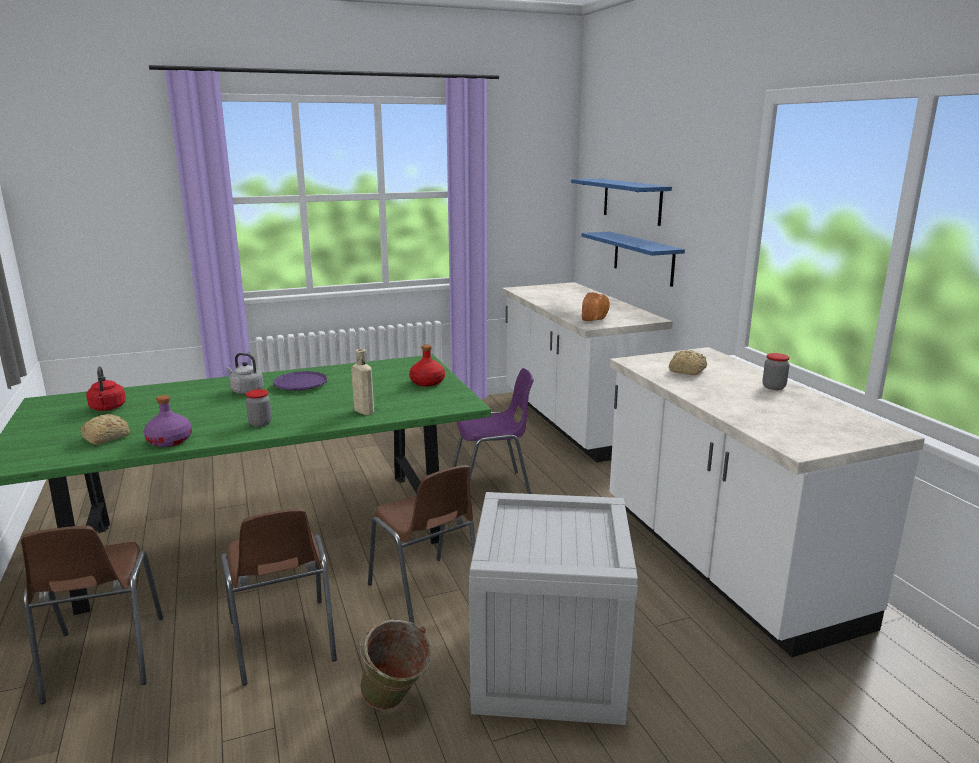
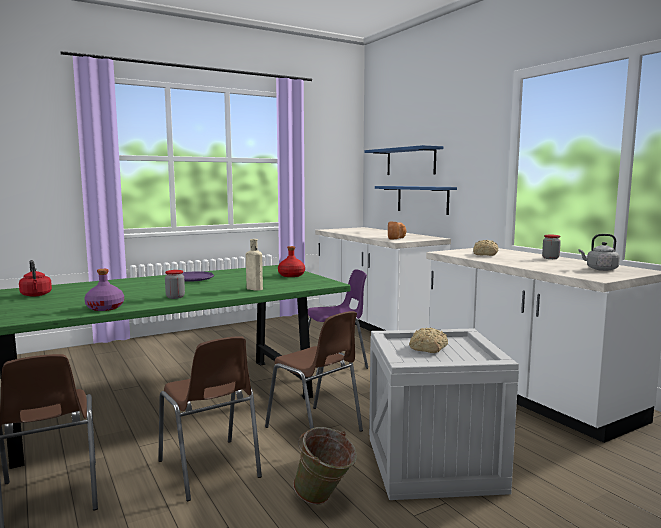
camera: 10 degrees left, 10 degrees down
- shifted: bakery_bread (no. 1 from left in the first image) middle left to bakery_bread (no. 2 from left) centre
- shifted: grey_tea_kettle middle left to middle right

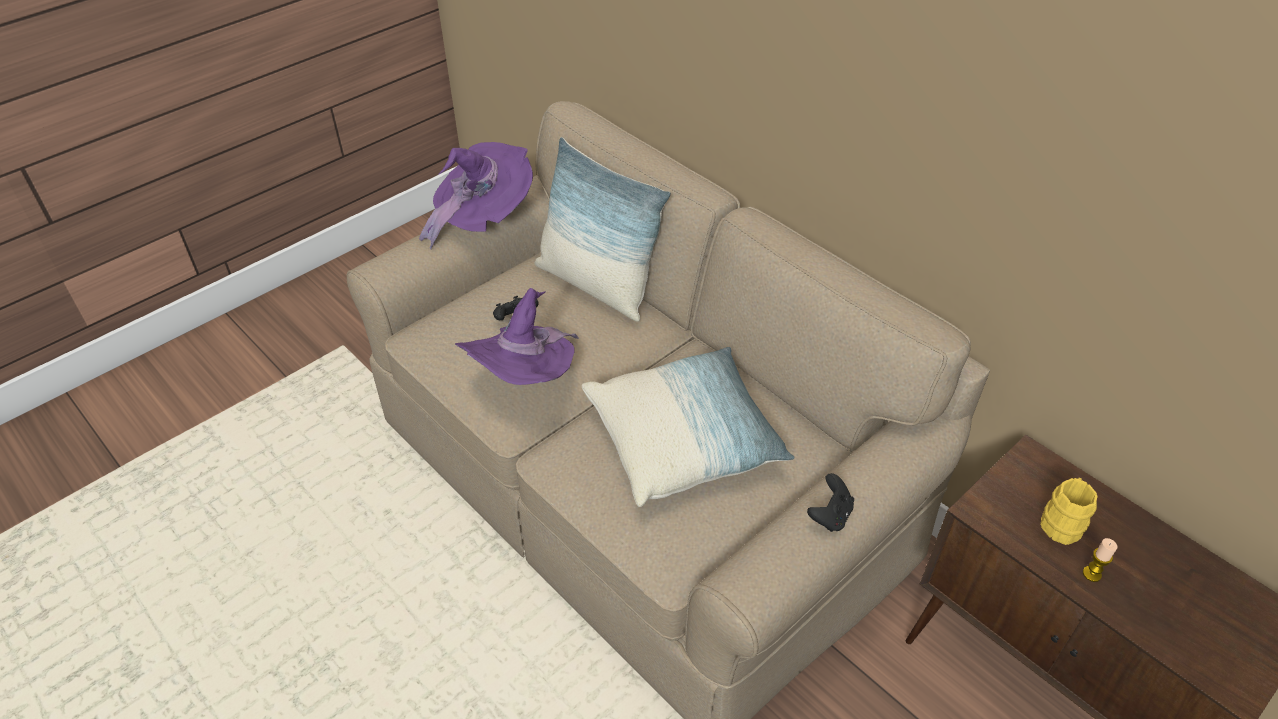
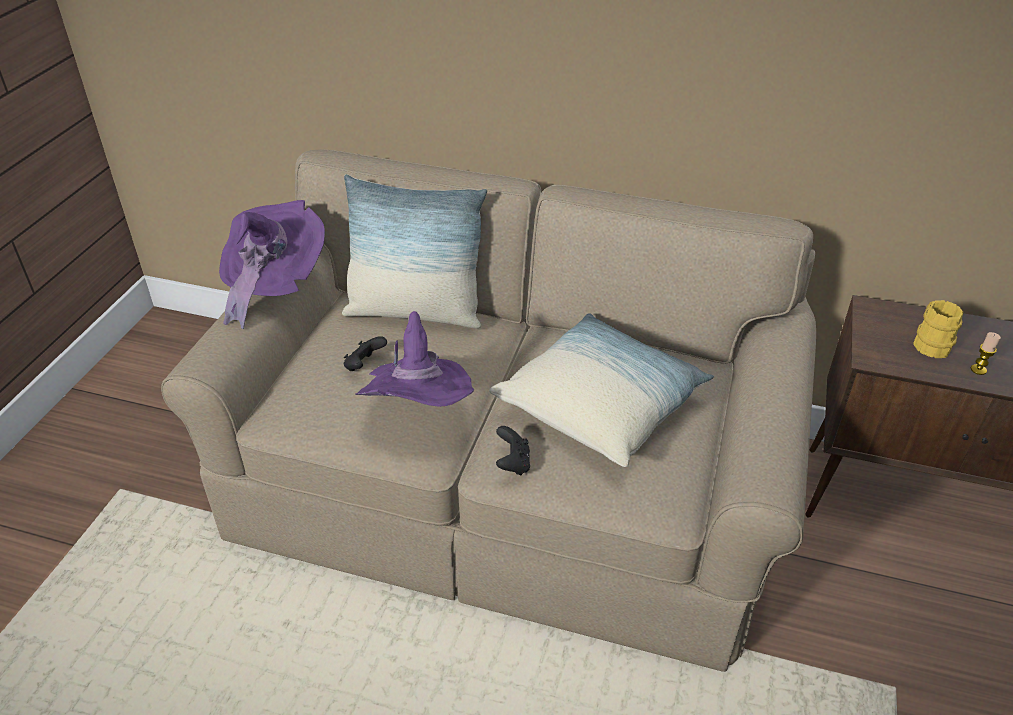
camera: 30 degrees left, 5 degrees down
- shifted: black-coloured_gamepad (no. 2 from left) bottom centre to centre

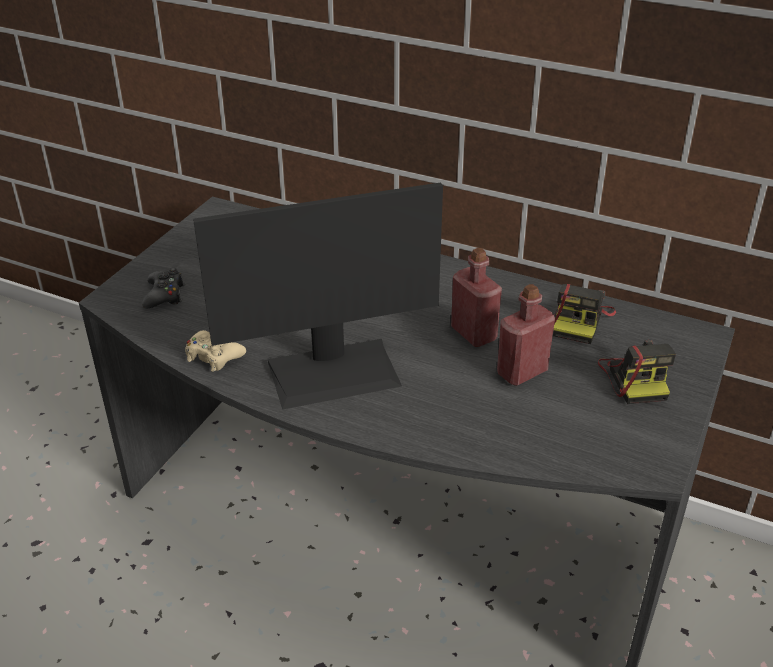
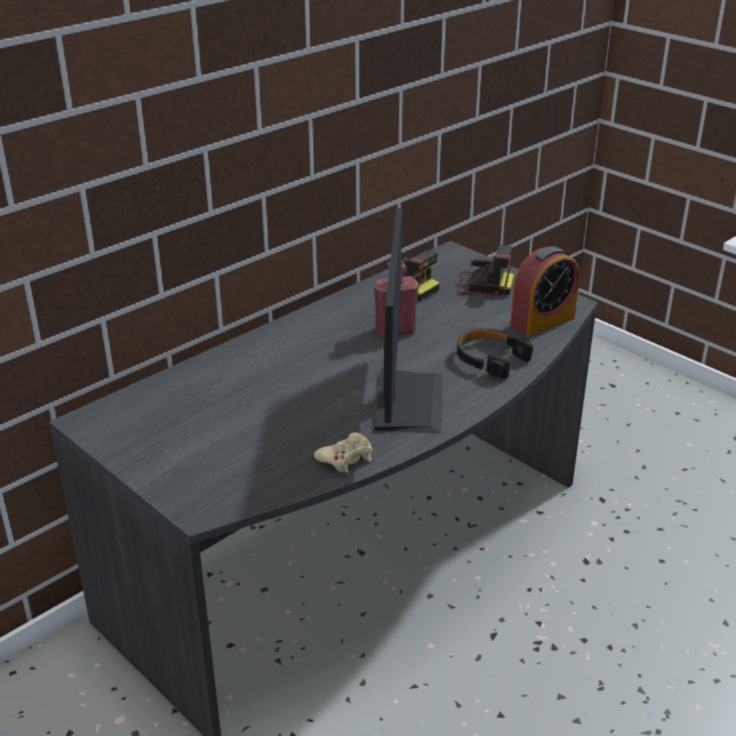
camera: 70 degrees left, 5 degrees down
- gone: black-coloured_gamepad middle left
- gone: red_drink_bottle (no. 2 from left) middle right
- new: black-coloured_pair_of_headphones middle right
- new: table_clock middle right

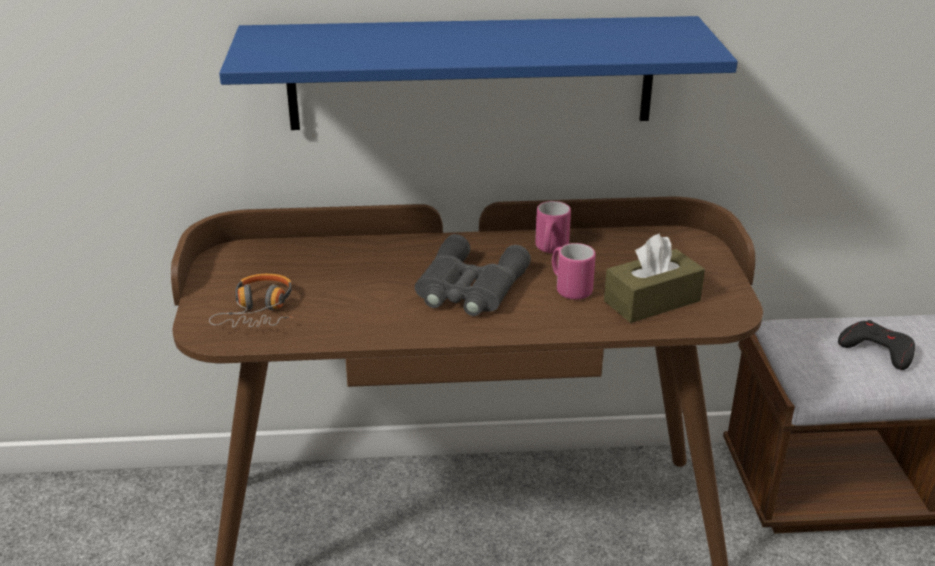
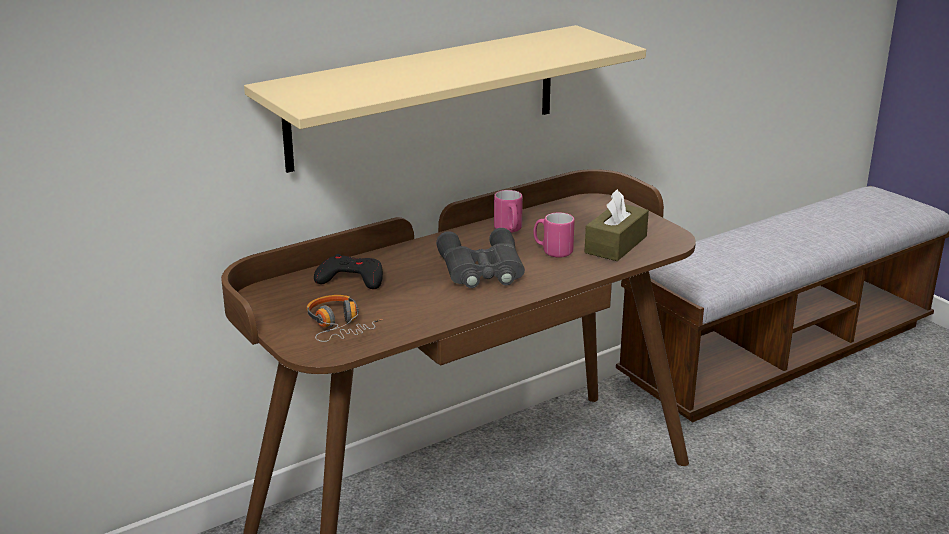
camera: 30 degrees left, 5 degrees down
- repainted: blue_shelf top centre to sand-coloured_shelf top centre
- shifted: black-coloured_gamepad middle right to centre

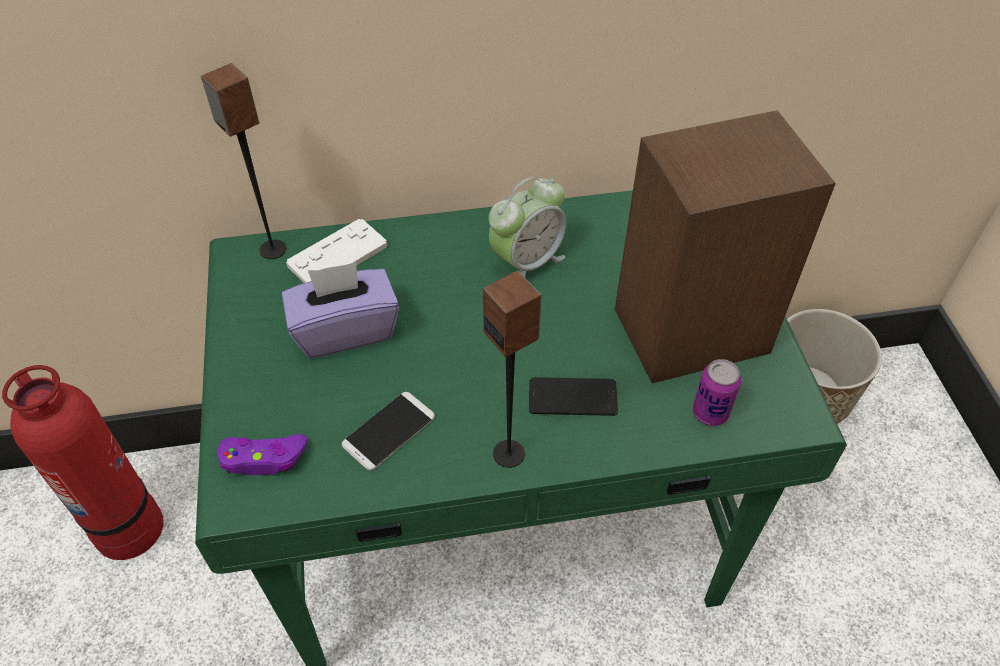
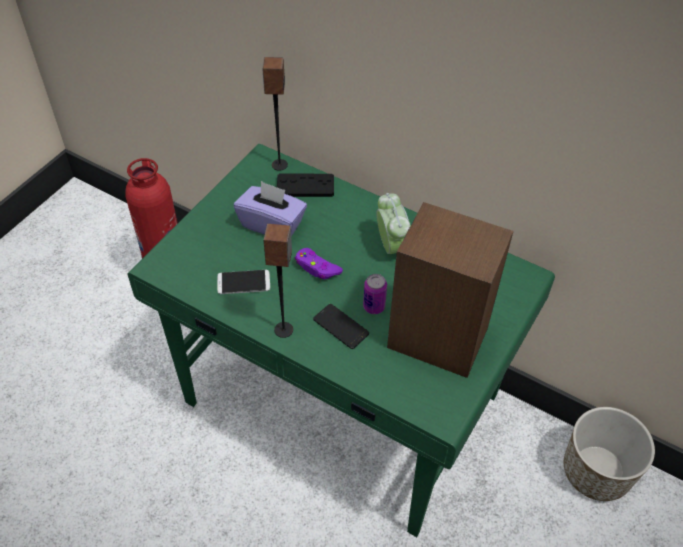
camera: 40 degrees right, 0 degrees up
- shifted: purplish_gamepad bottom left to centre
- repainted: white-coloured_gamepad centre to black-coloured_gamepad centre
- rotated: table_clock centre = centre 105 degrees counterclockwise
- shifted: can middle right to centre

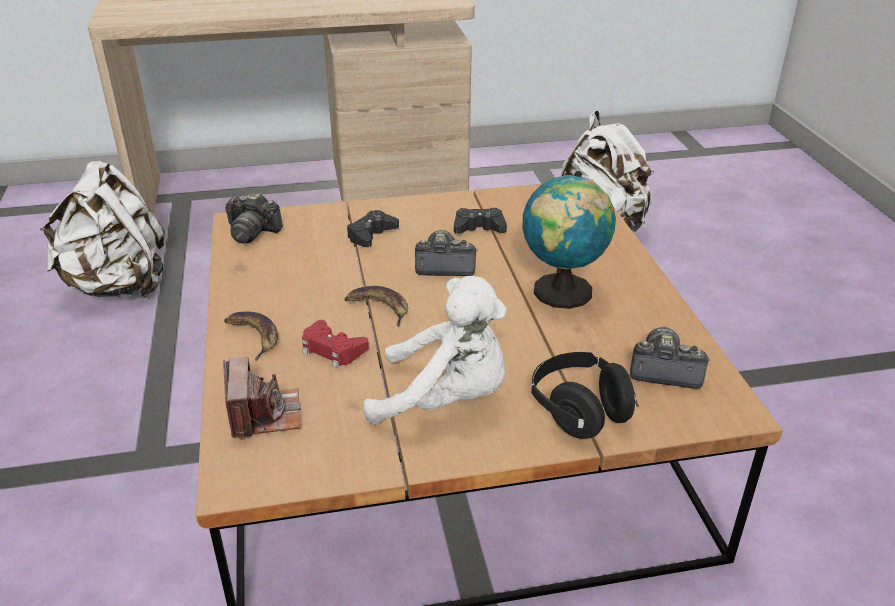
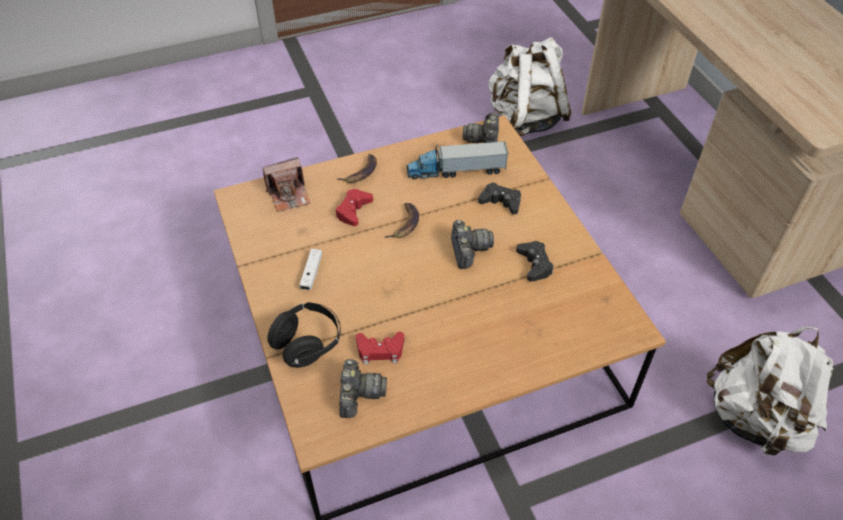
camera: 80 degrees right, 15 degrees up
- swapped: white-coloured_plush_toy centre to white-coloured_gamepad centre
- gone: desk_globe centre
- new: red_gamepad (no. 2 from left) bottom centre
- new: toy_truck top centre

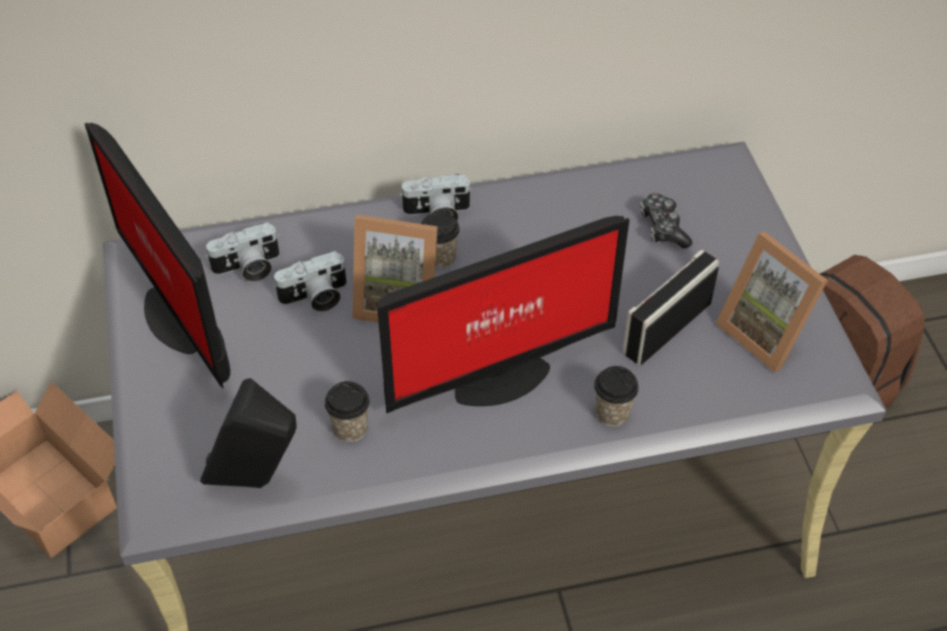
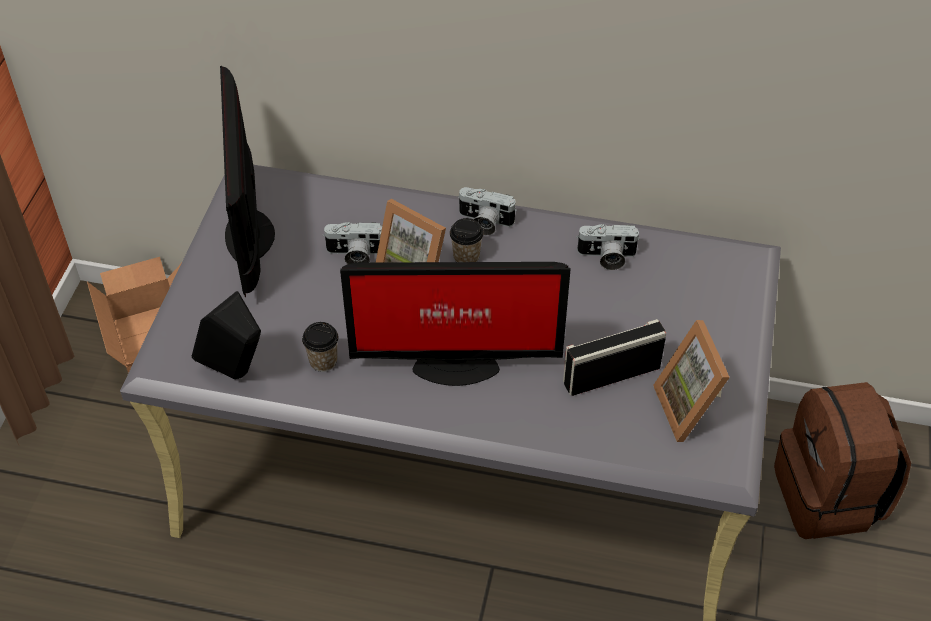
camera: 25 degrees right, 0 degrees up
- shifted: still_camera (no. 1 from left in the first image) middle left to still_camera (no. 3 from left) centre
- gone: small_cup (no. 3 from left) centre
- gone: gamepad middle right

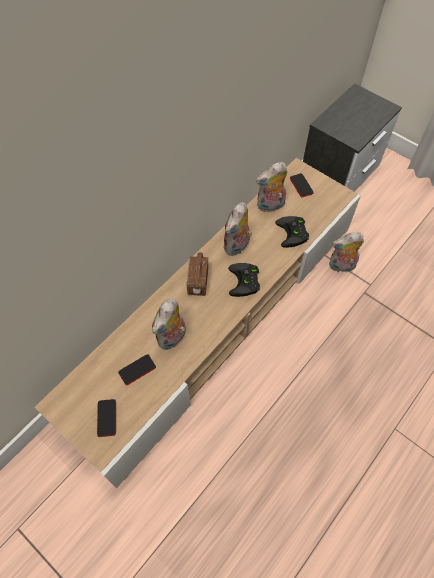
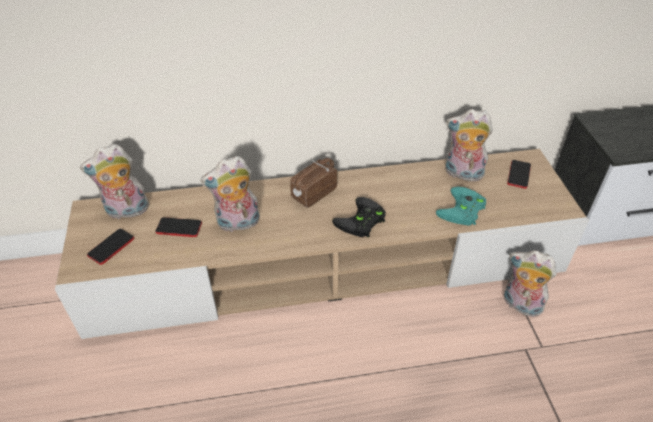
camera: 40 degrees right, 15 degrees down
- shifted: plush_toy (no. 2 from left in the first image) centre to plush_toy (no. 1 from left) middle left
- repainted: black-coloured_gamepad (no. 2 from left) middle right to blue-green_gamepad middle right

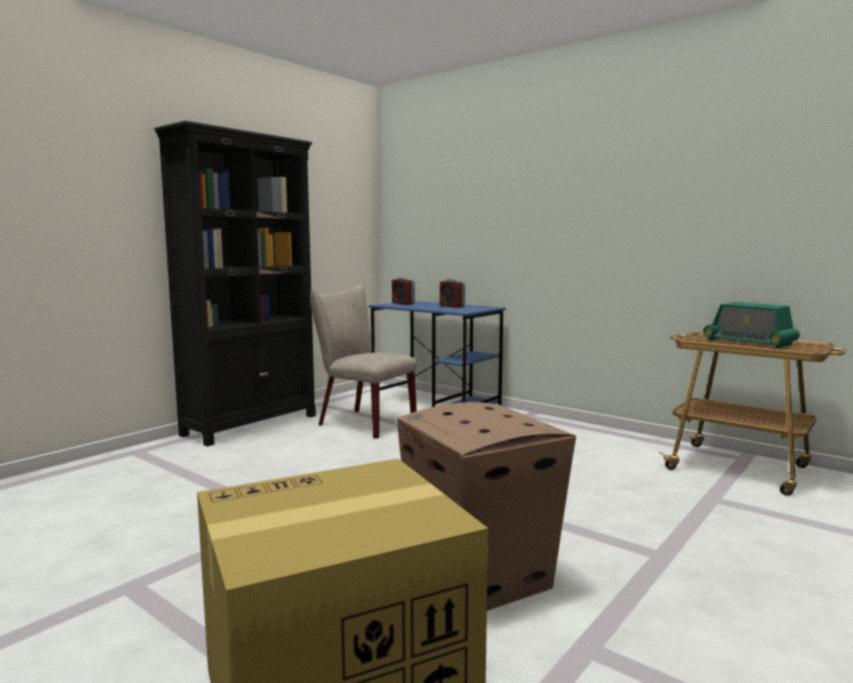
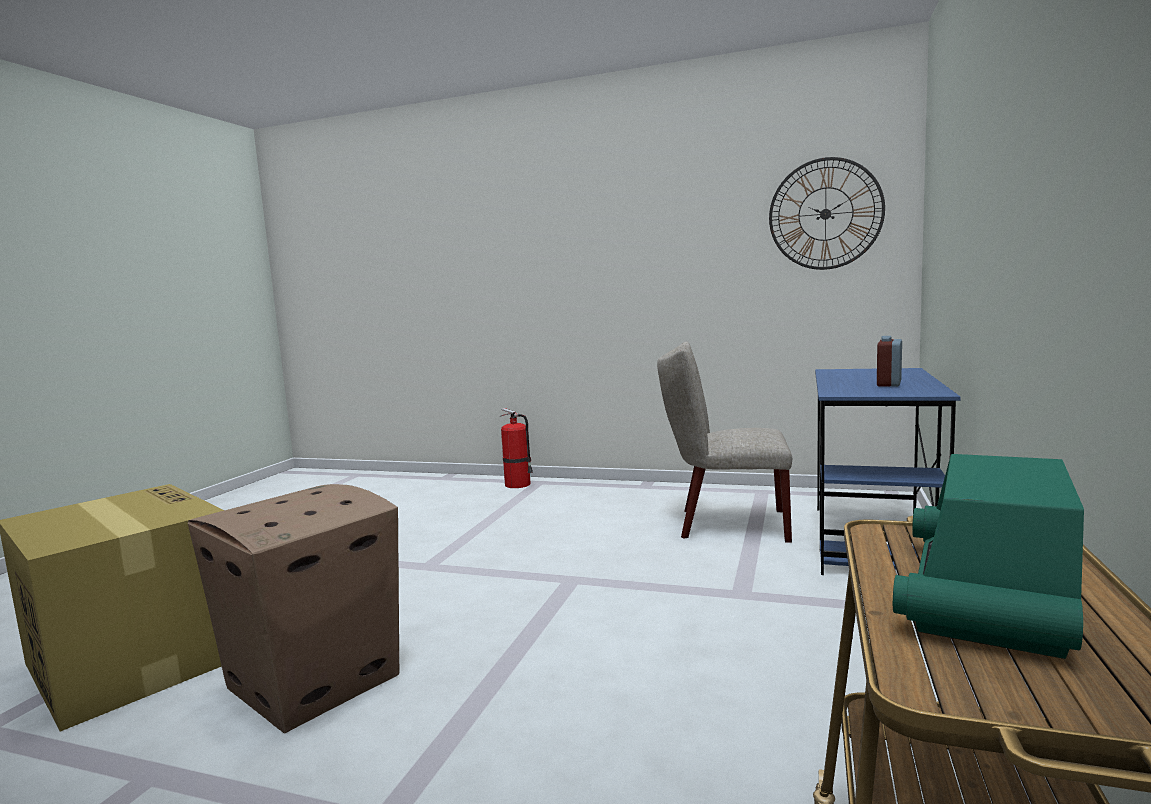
camera: 70 degrees right, 0 degrees up
- gone: black-coloured_bookcase middle left
- rotated: sand-coloured_upright_chair centre = centre 90 degrees counterclockwise
- gone: table_clock (no. 1 from left) centre
- new: extinguisher centre
- new: hanging_clock top right

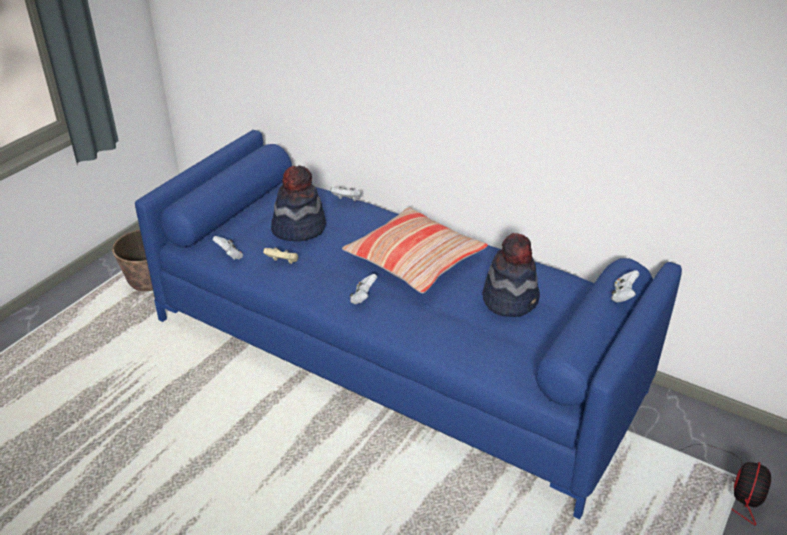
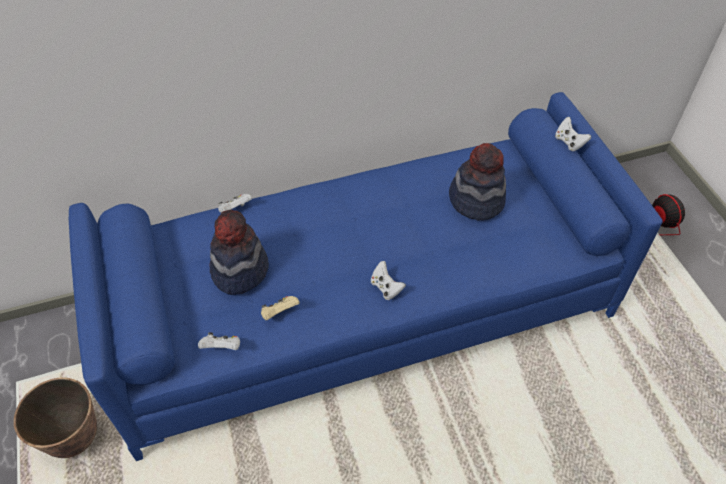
camera: 50 degrees left, 15 degrees up
- gone: cushion centre

